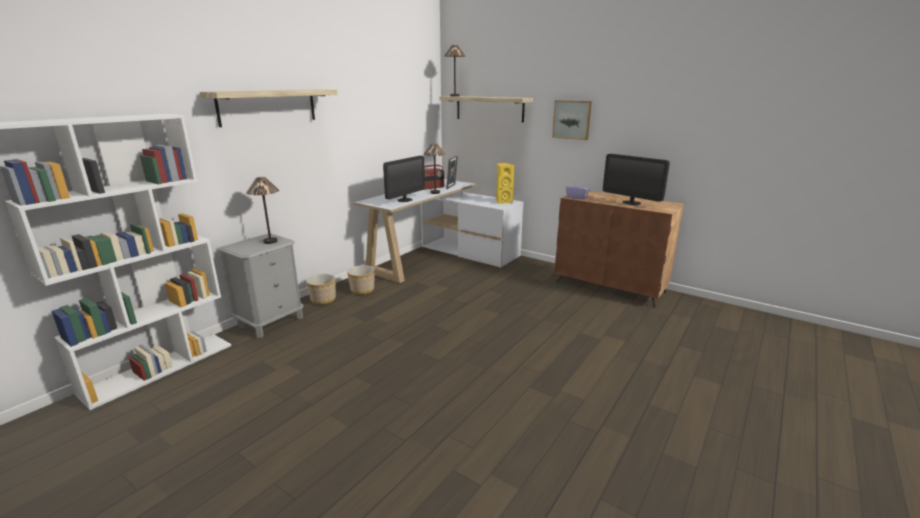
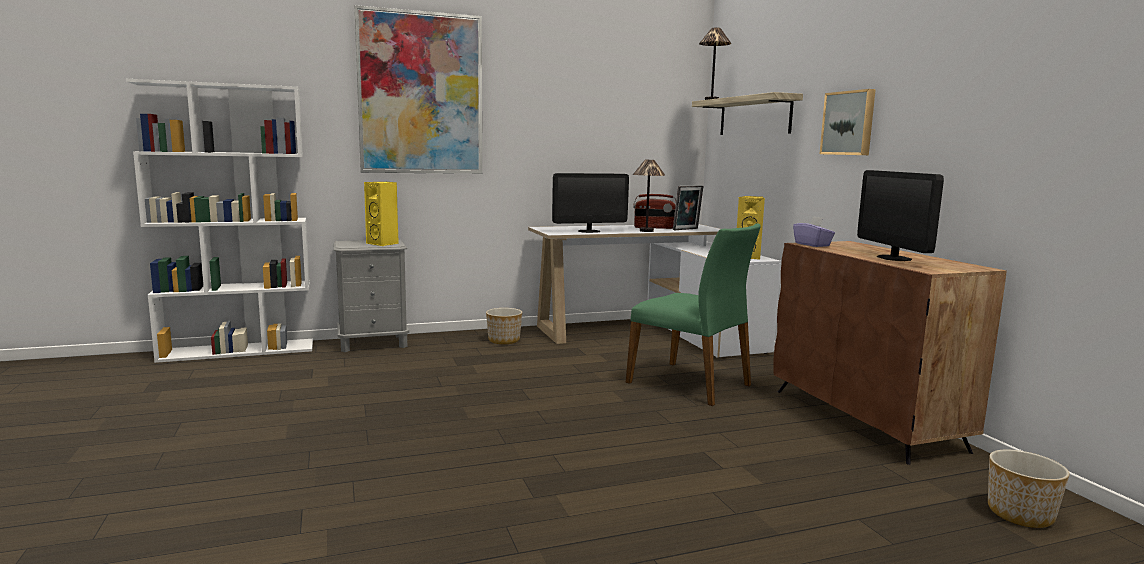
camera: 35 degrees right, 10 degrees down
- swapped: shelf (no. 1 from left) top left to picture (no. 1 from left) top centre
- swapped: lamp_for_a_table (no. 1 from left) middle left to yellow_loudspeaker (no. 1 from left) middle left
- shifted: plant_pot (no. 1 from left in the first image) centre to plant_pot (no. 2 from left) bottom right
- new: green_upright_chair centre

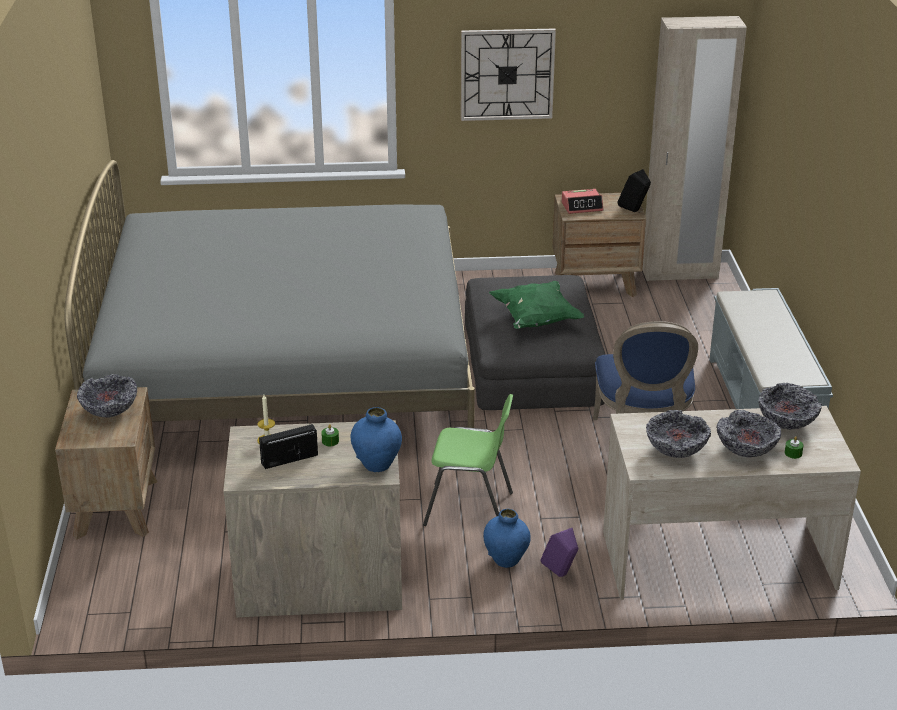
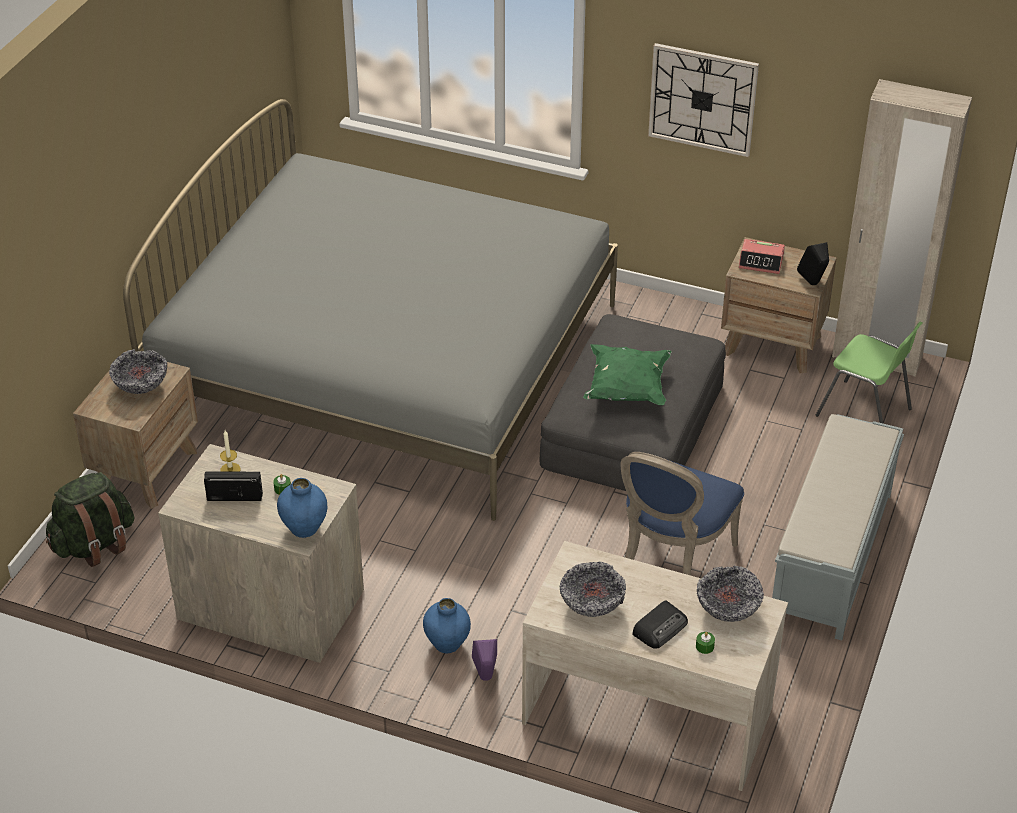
camera: 25 degrees right, 10 degrees up
- shifted: green_upright_chair centre to middle right
- swapped: deep_dish (no. 3 from left) middle right to radio_set (no. 2 from left) bottom centre
- new: green_rucksack middle left

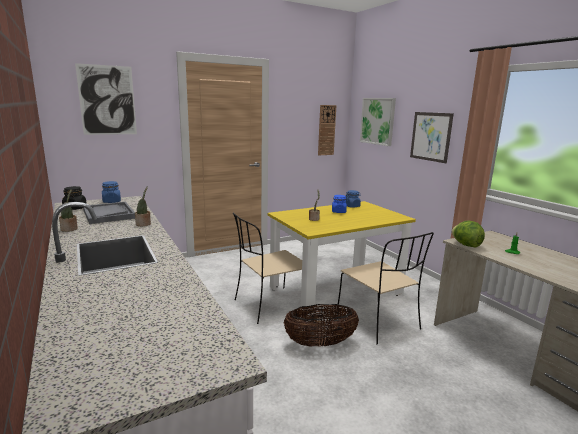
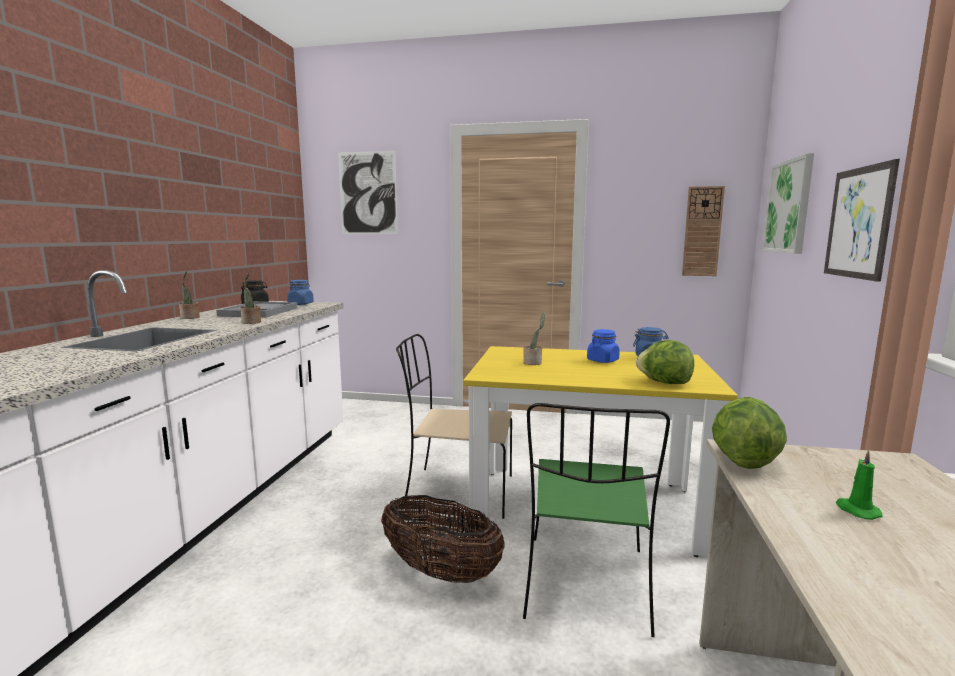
camera: 40 degrees right, 5 degrees down
- repainted: sand-coloured_upright_chair (no. 2 from left) centre to green_upright_chair bottom centre
- new: lettuce_head (no. 1 from left) middle right

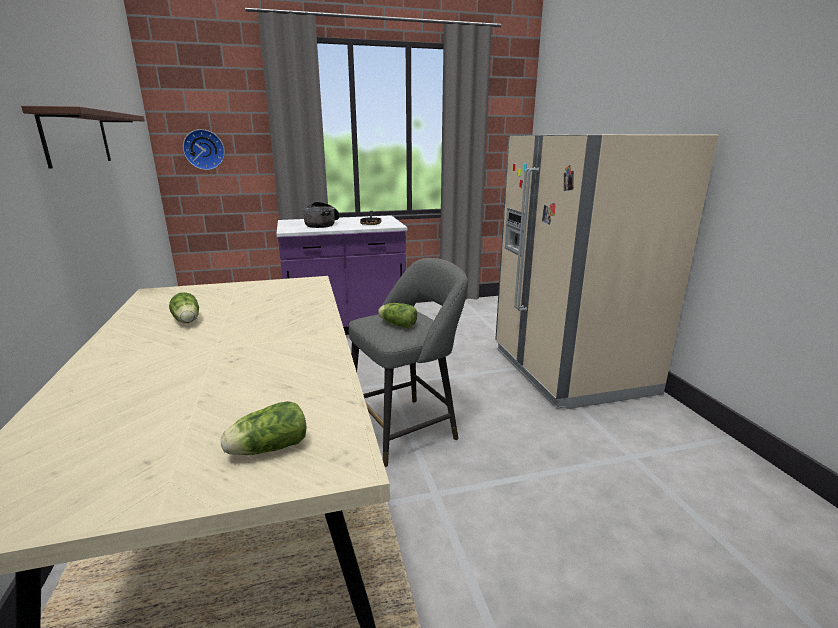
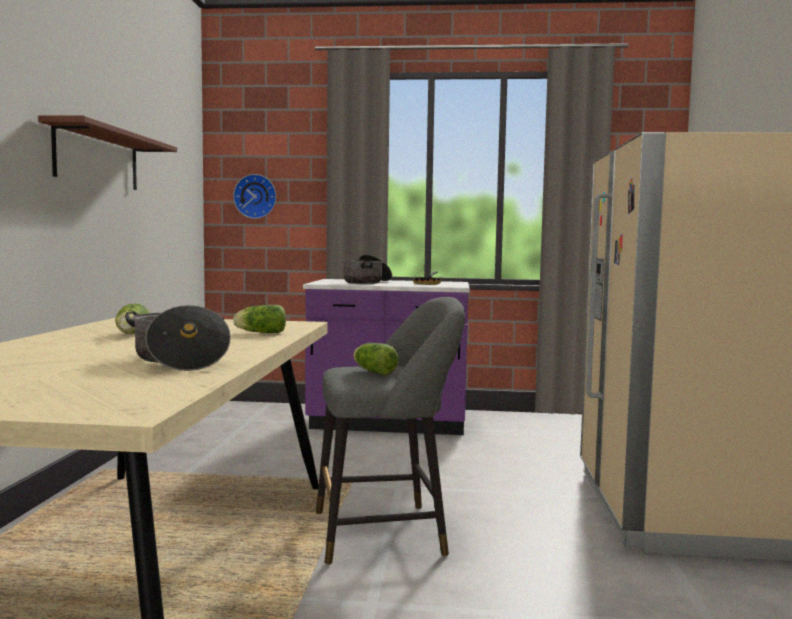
camera: 20 degrees right, 15 degrees down
- shifted: lettuce_head (no. 2 from left) bottom left to middle left
- new: saucepot (no. 1 from left) middle left

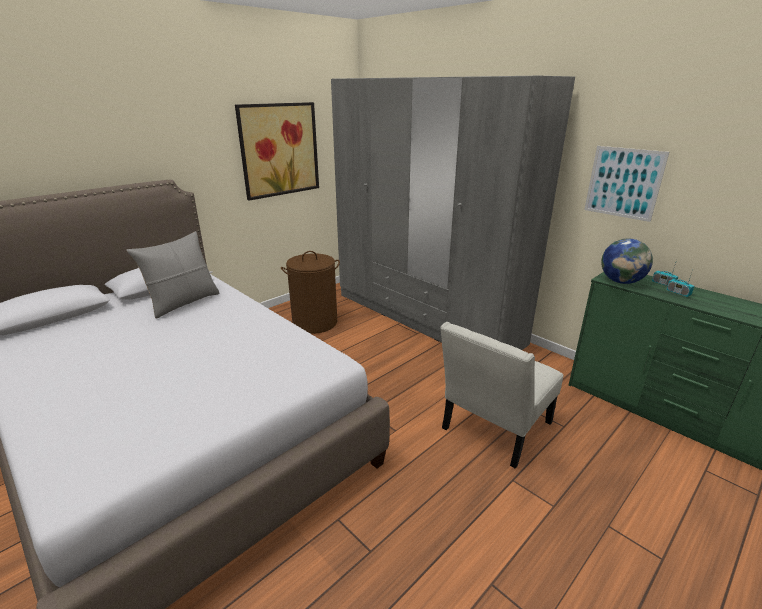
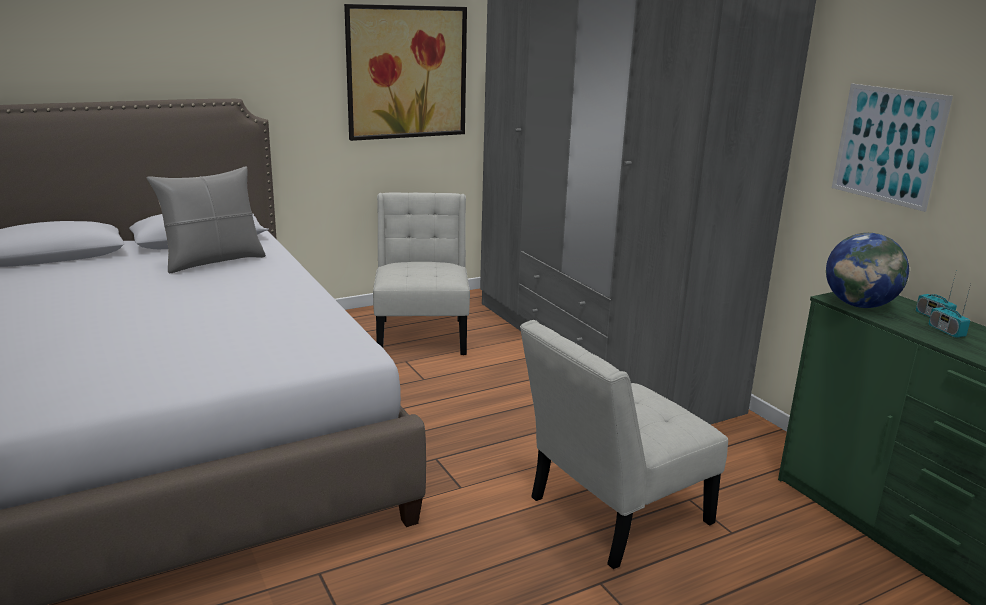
camera: 15 degrees right, 5 degrees down
- swapped: brownish_hamper centre to white-coloured_upright_chair (no. 1 from left) centre

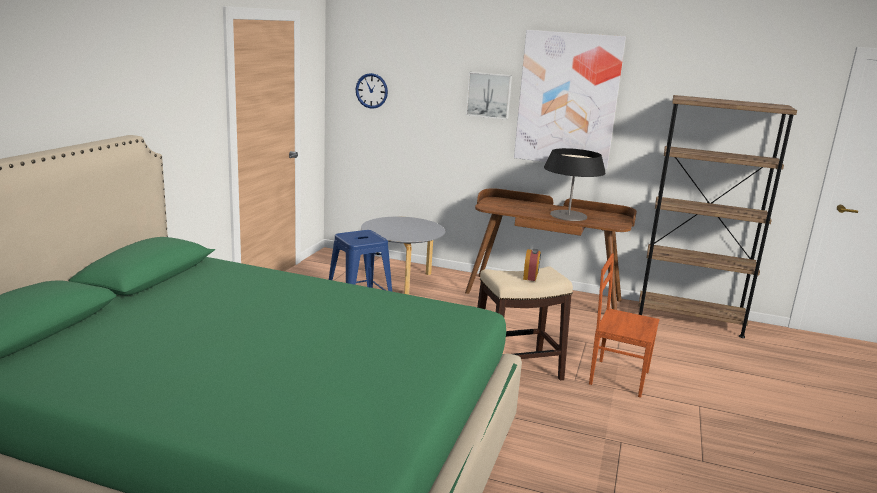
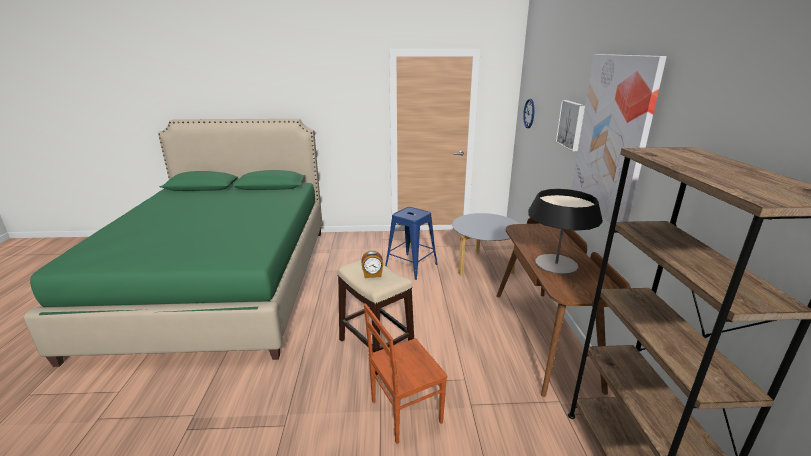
camera: 70 degrees right, 5 degrees up
- rotated: brownish_upright_chair middle right = bottom centre 120 degrees counterclockwise

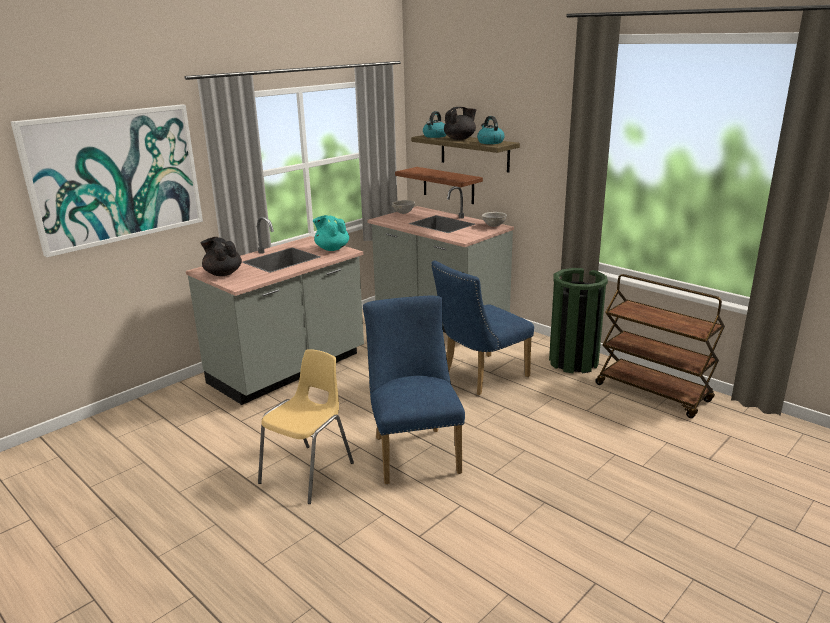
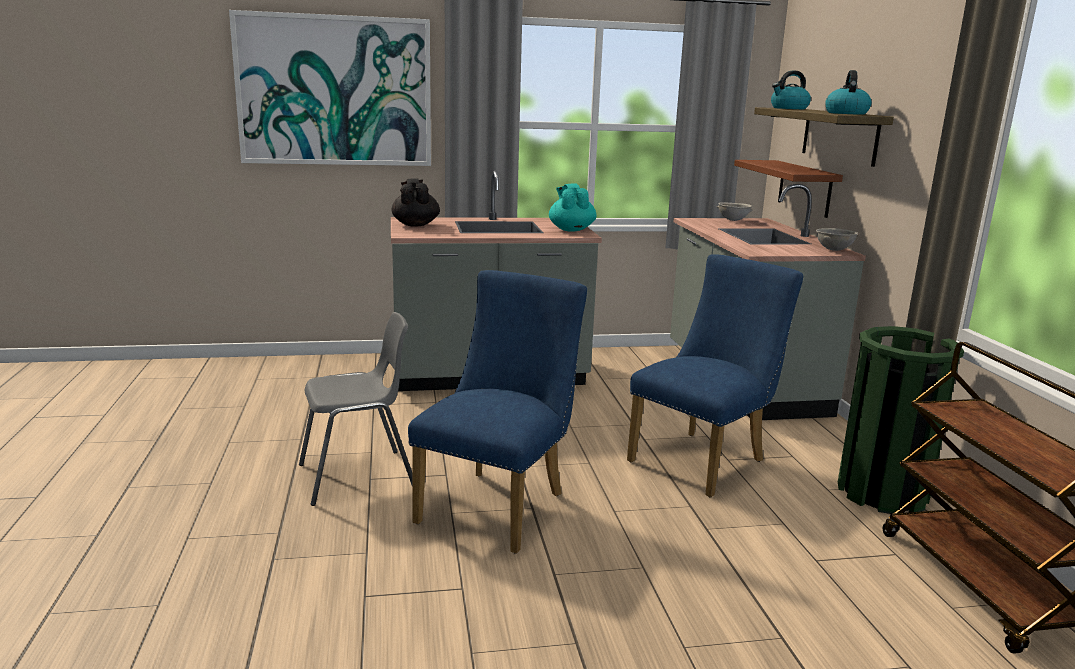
camera: 35 degrees right, 5 degrees down
- repainted: yellow_upright_chair bottom centre to grey_upright_chair middle left
- rotated: blue_upright_chair (no. 2 from left) centre = centre 135 degrees clockwise
- gone: black-coloured_pot_for_tea (no. 2 from left) top centre

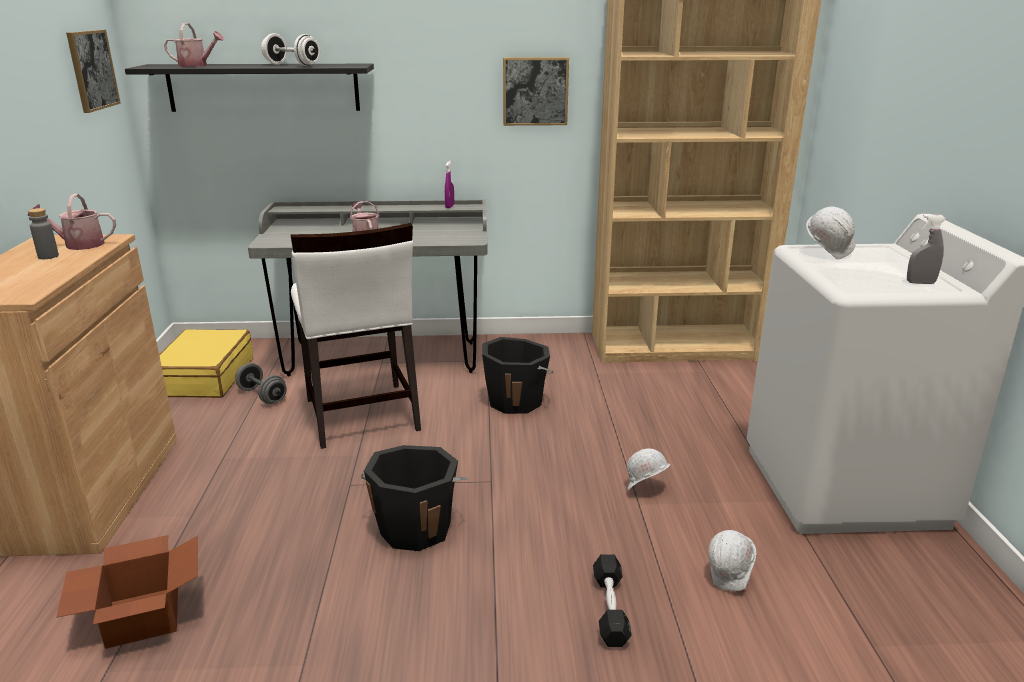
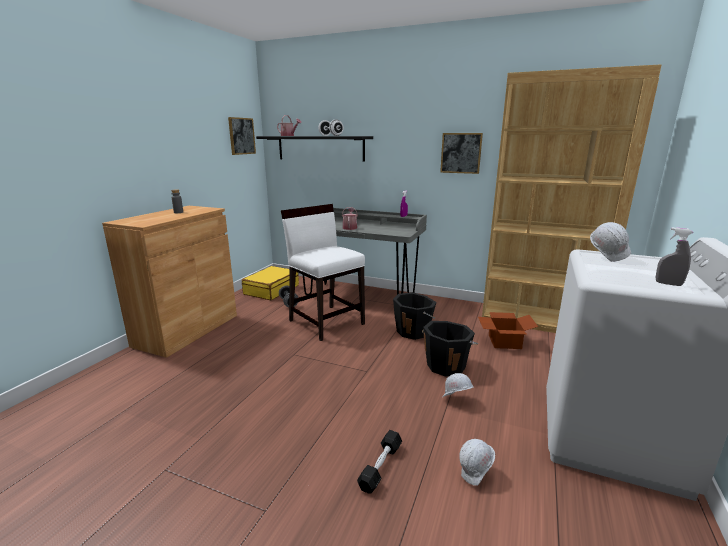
camera: 25 degrees right, 5 degrees down
- gone: watering_can (no. 1 from left) top left
- shifted: packing_box bottom left to middle right
- rotated: white-coloured_upright_chair centre = centre 135 degrees clockwise
- shifted: black-coloured_pail (no. 1 from left in the first image) bottom centre to black-coloured_pail (no. 2 from left) centre

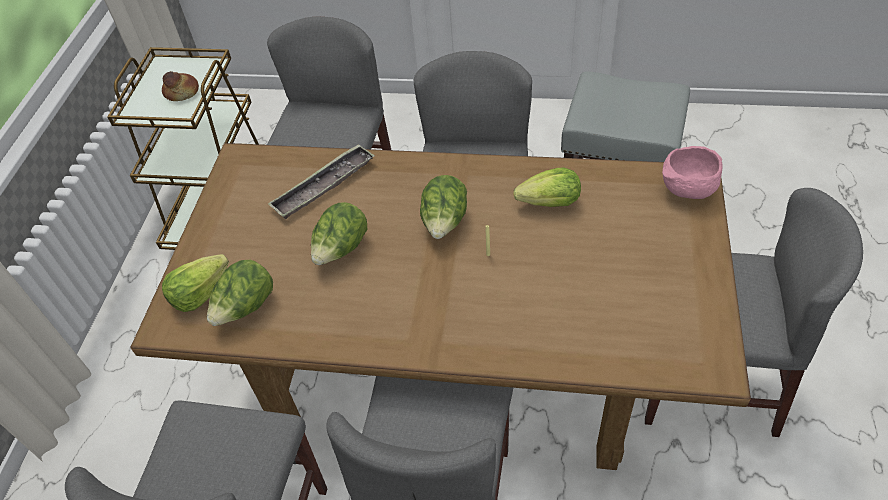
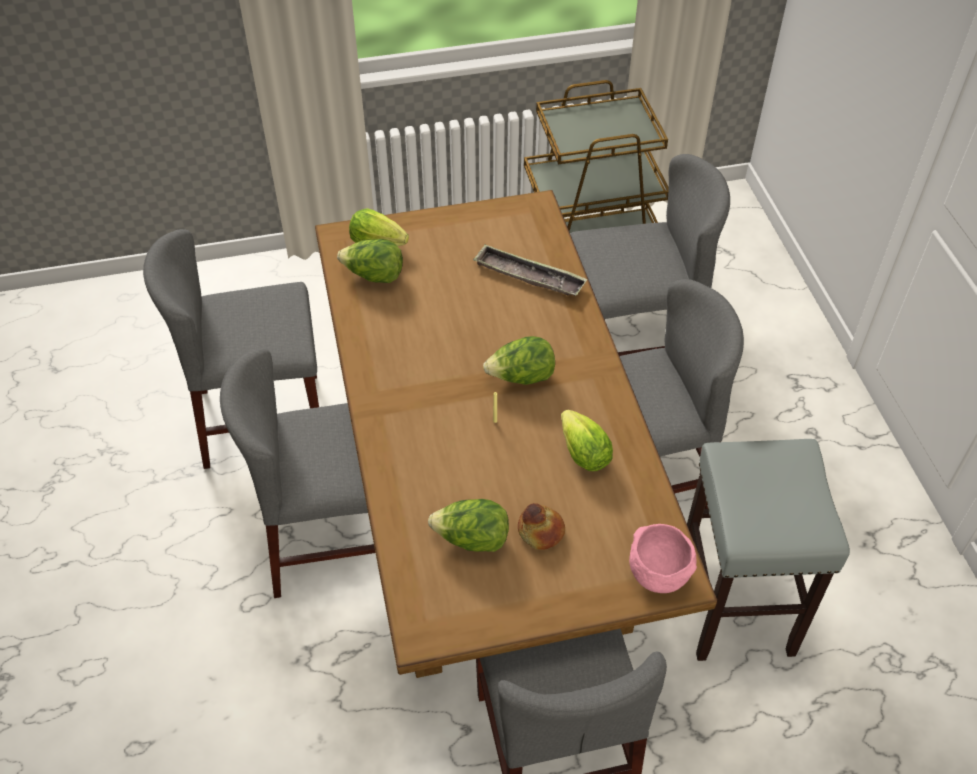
camera: 65 degrees right, 0 degrees up
- shifted: bakery_bread top left to bottom centre
- shifted: lettuce_head (no. 3 from left) centre to bottom centre

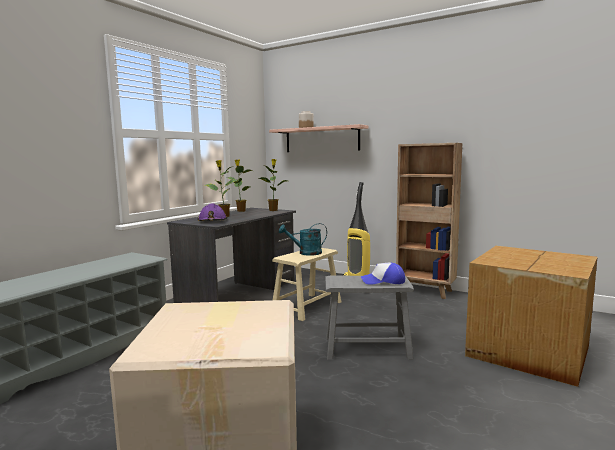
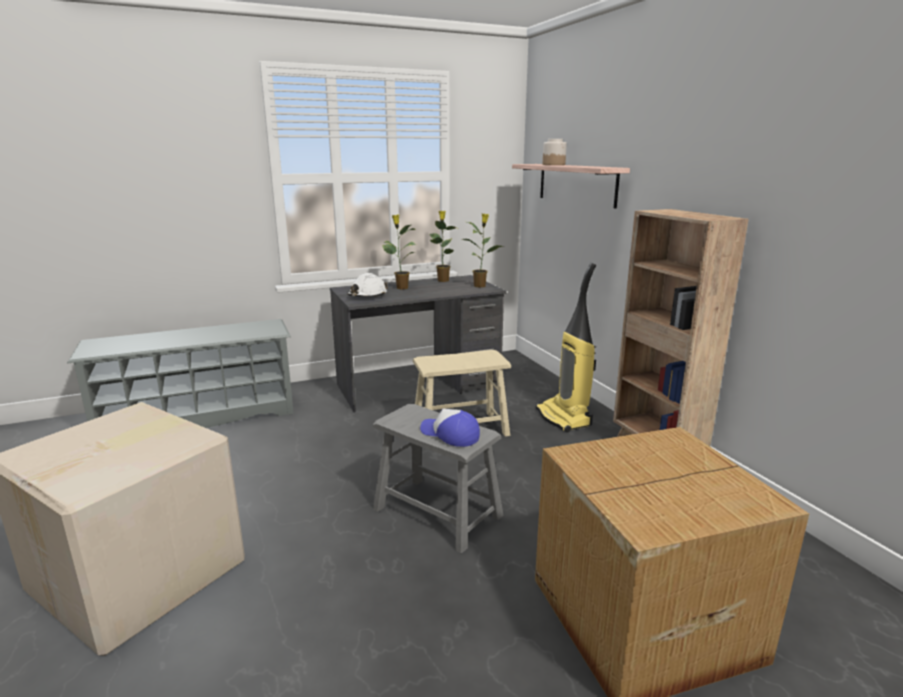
camera: 35 degrees right, 10 degrees up
- repainted: purplish_work_helmet centre to white-coloured_work_helmet centre
- gone: blue-green_watering_can centre

